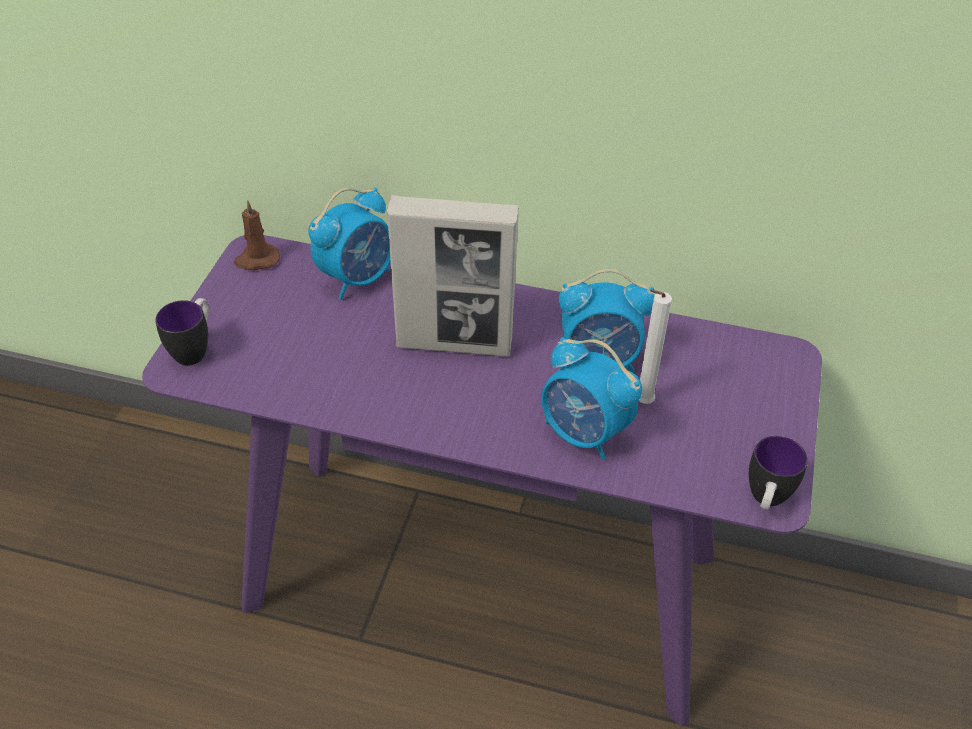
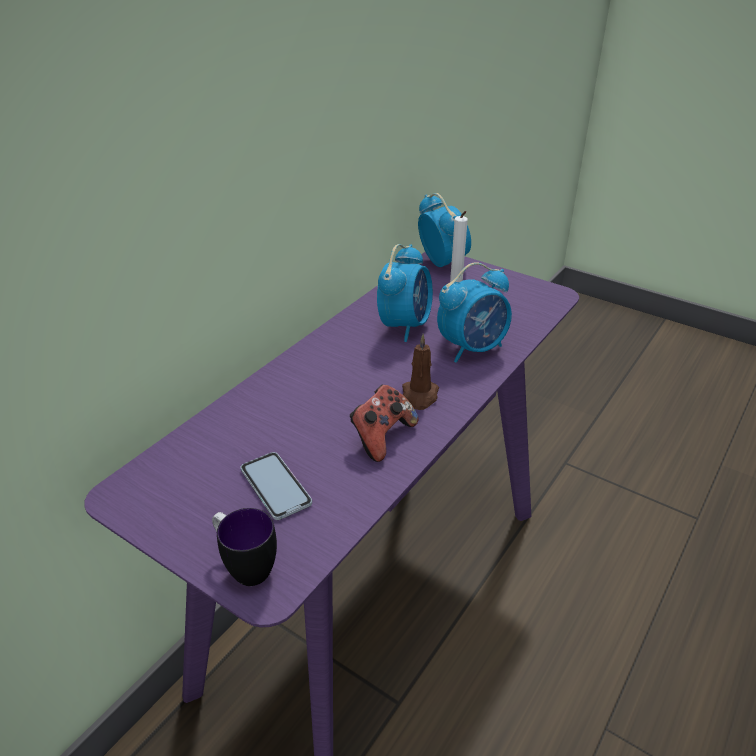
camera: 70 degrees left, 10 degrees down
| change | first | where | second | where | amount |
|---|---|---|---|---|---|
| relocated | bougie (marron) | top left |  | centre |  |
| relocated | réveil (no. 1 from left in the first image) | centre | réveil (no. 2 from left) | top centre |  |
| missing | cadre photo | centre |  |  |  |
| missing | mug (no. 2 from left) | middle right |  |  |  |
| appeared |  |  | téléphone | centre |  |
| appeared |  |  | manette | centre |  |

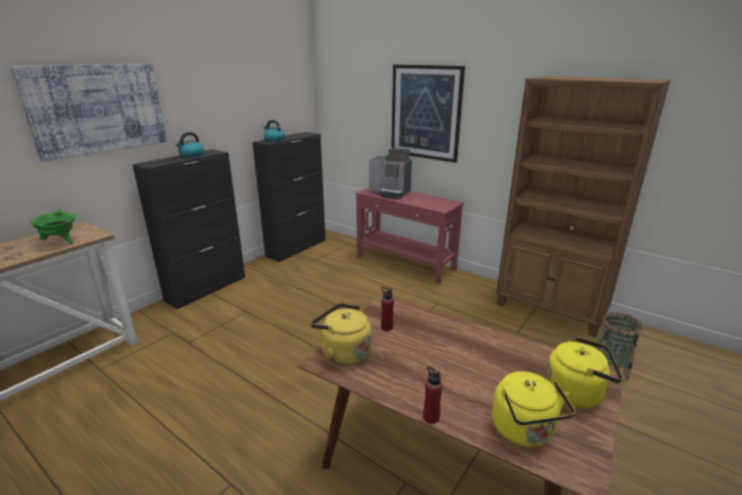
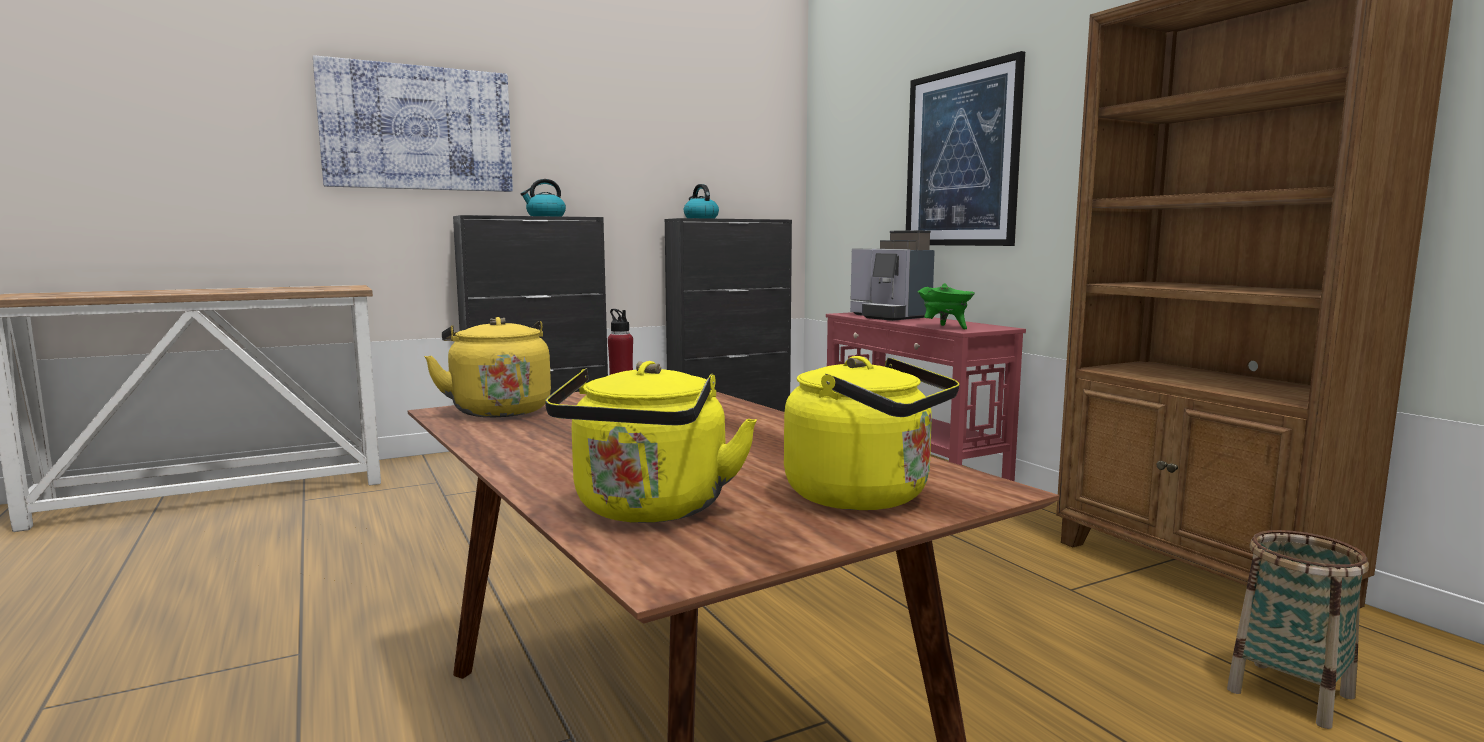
camera: 25 degrees right, 15 degrees down
| change | first | where | second | where | amount |
|---|---|---|---|---|---|
| relocated | marmite (vert) | middle left |  | centre |  |
| missing | bouteille (rouge) (no. 2 from left) | bottom centre |  |  |  |

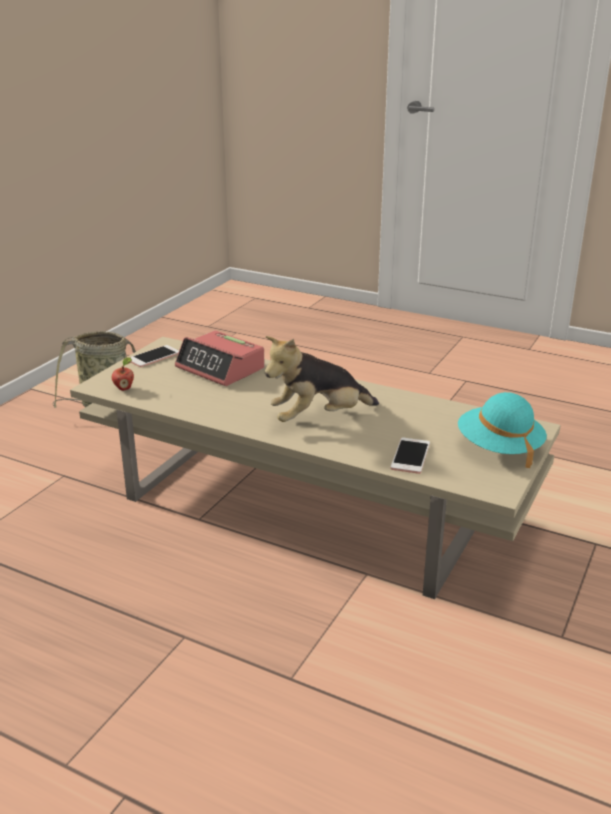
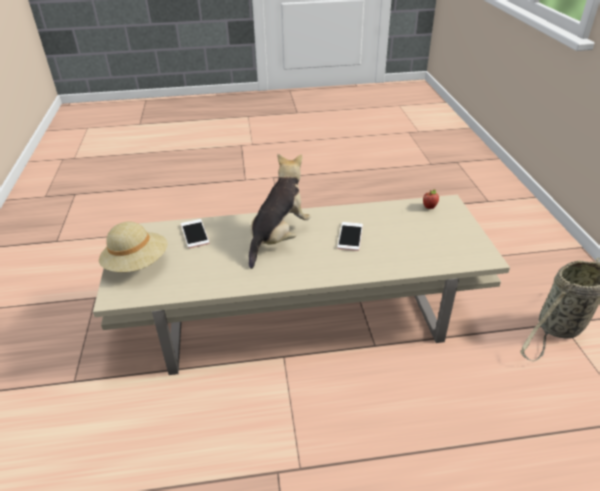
camera: 145 degrees right, 10 degrees up
| change | first | where | second | where | amount |
|---|---|---|---|---|---|
| relocated | téléphone (no. 1 from left in the first image) | middle left | téléphone (no. 2 from left) | centre |  |
| missing | réveil | centre |  |  |  |
| colour | chapeau (turquoise) | middle right | chapeau (beige) | middle left |  |

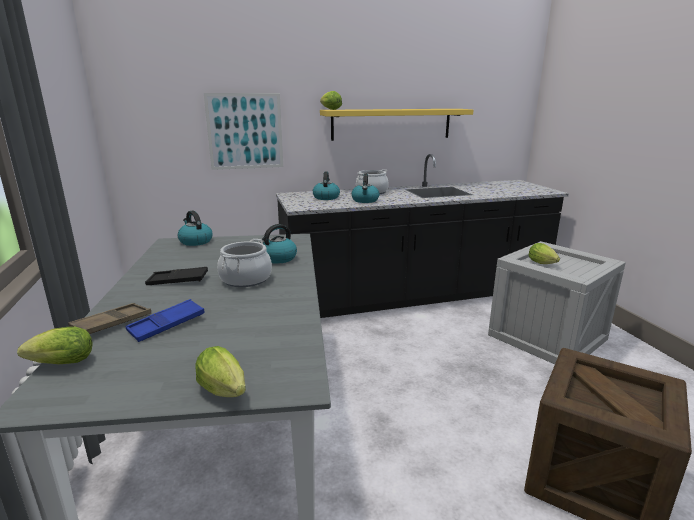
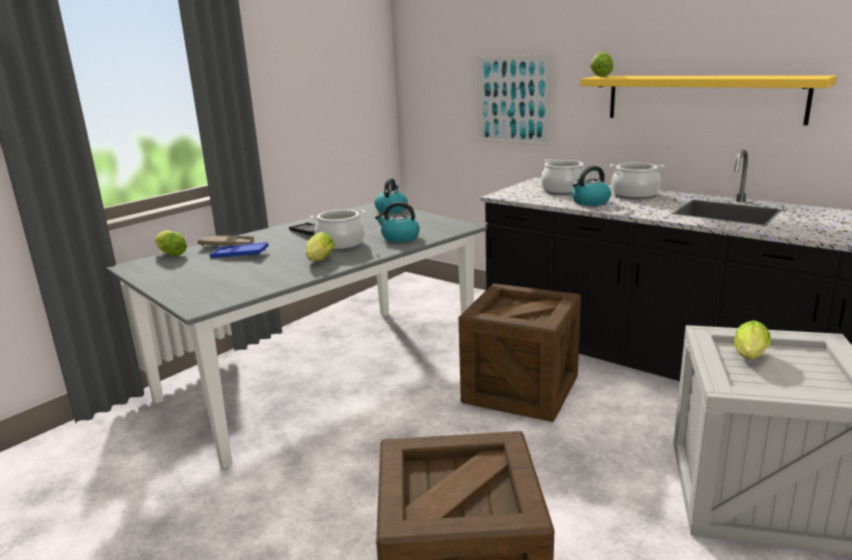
camera: 55 degrees right, 0 degrees up
| change | first | where | second | where | amount |
|---|---|---|---|---|---|
| relocated | laitue (no. 2 from left) | bottom left |  | centre |  |
| exchanged | bouilloire (no. 3 from left) | centre | marmite (no. 2 from left) | top centre |  |
| appeared |  |  | caisse (no. 2 from left) | centre |  |

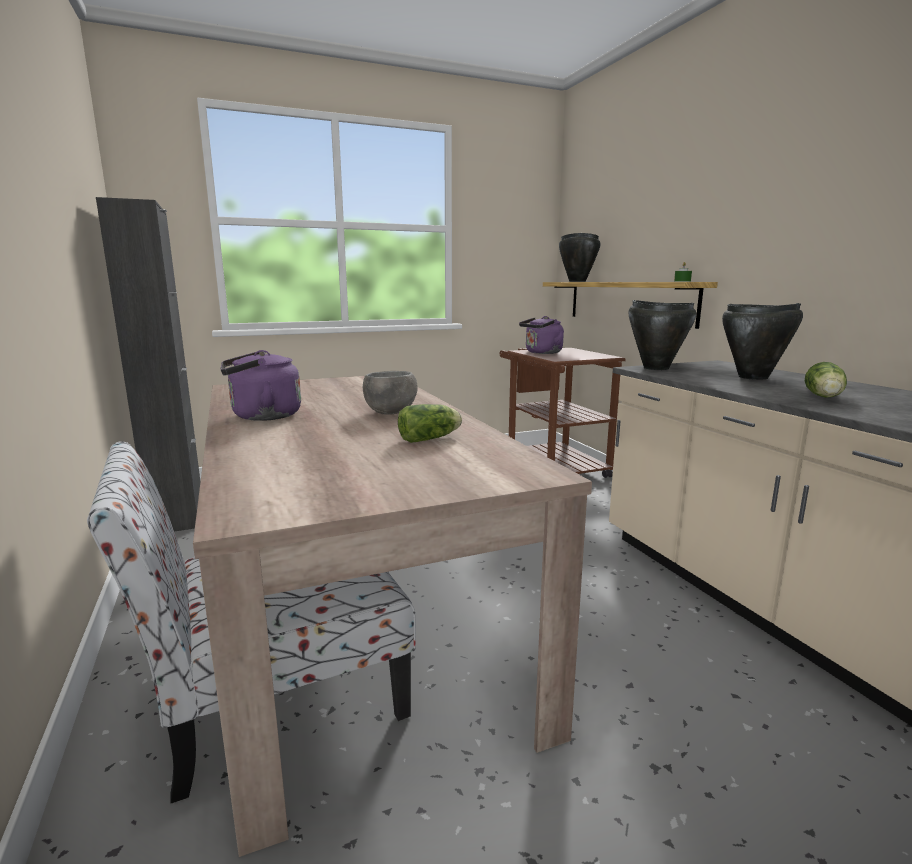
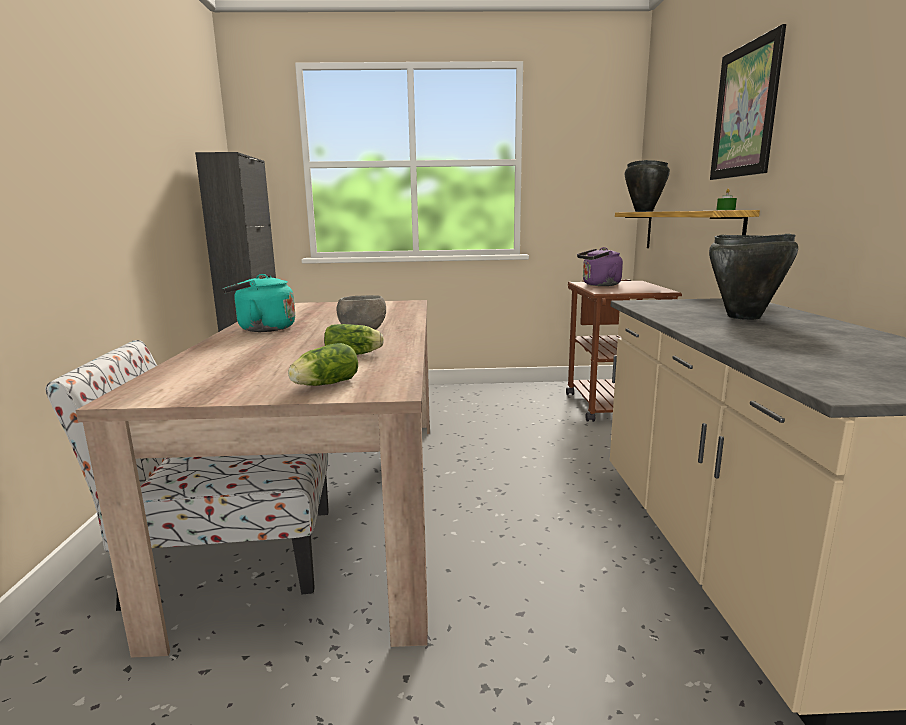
camera: 20 degrees right, 0 degrees up
| change | first | where | second | where | amount |
|---|---|---|---|---|---|
| colour | bouilloire (violet) (no. 1 from left) | middle left | bouilloire (turquoise) | middle left |  |
| missing | marmite (noir) (no. 2 from left) | middle right |  |  |  |
| relocated | laitue (no. 2 from left in the first image) | middle right | laitue (no. 1 from left) | centre |  |
| appeared |  |  | tableau | top right |  |

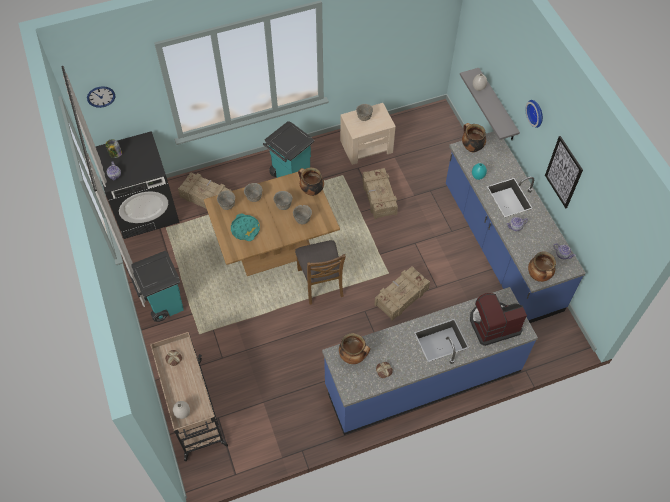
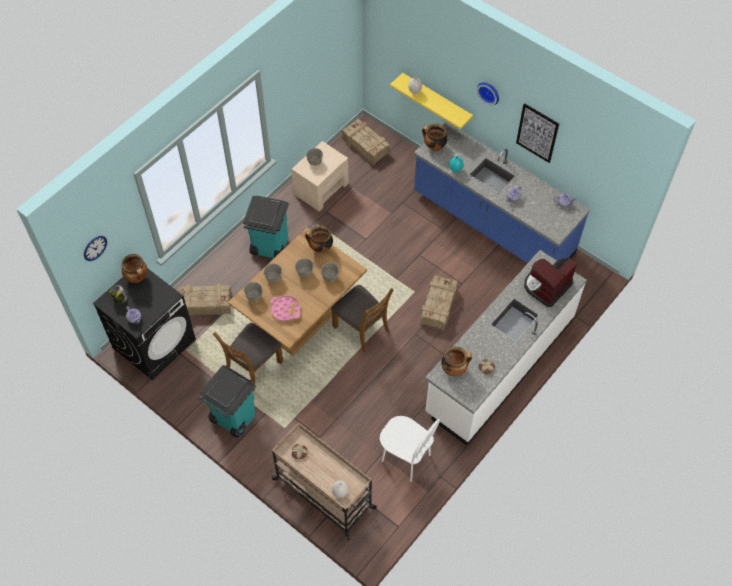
camera: 30 degrees left, 0 degrees up
| change | first | where | second | where | amount |
|---|---|---|---|---|---|
| colour | plateau (turquoise) | centre | plateau (rose) | centre |  |
| colour | comptoir de cuisine (bleu) (no. 1 from left) | bottom centre | comptoir de cuisine (blanc) | middle right |  |
| relocated | caisse (no. 2 from left) | centre |  | top centre |  |
| colour | étagère (gris) | top right | étagère (jaune) | top centre |  |
| relocated | marmite (no. 4 from left in the first image) | middle right | marmite (no. 1 from left) | middle left |  |
| appeared |  |  | chaise (marron) (no. 1 from left) | centre |  |
| appeared |  |  | chaise (blanc) | bottom centre |  |

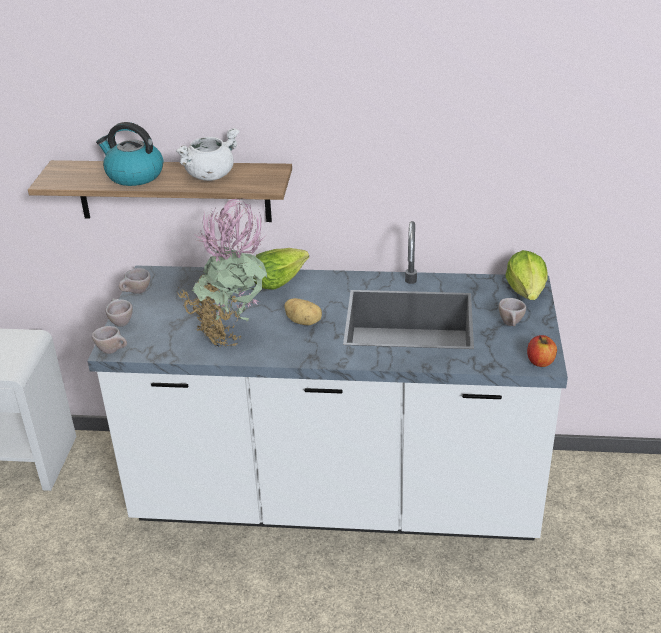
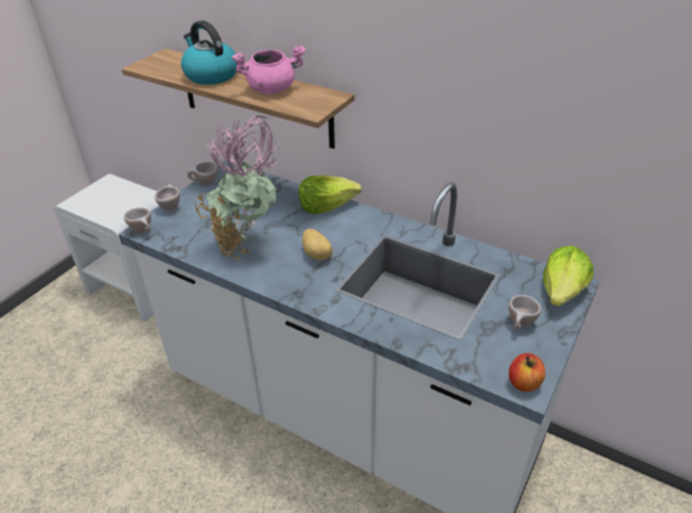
camera: 25 degrees right, 5 degrees up
| change | first | where | second | where | amount |
|---|---|---|---|---|---|
| colour | marmite (blanc) | top left | marmite (rose) | top centre |  |

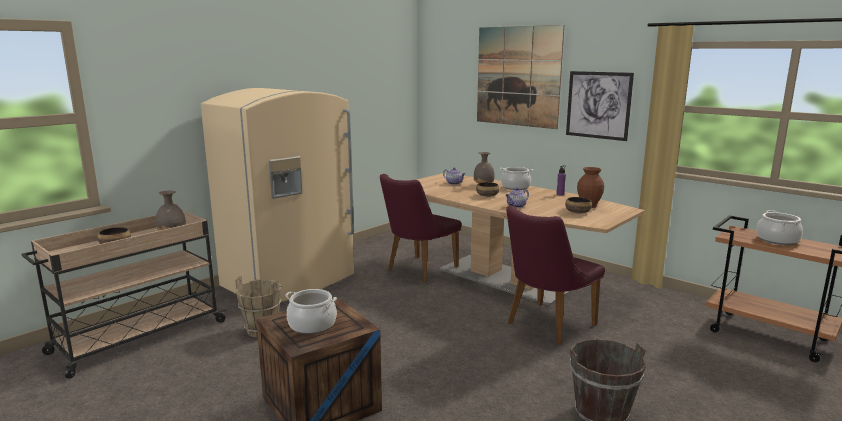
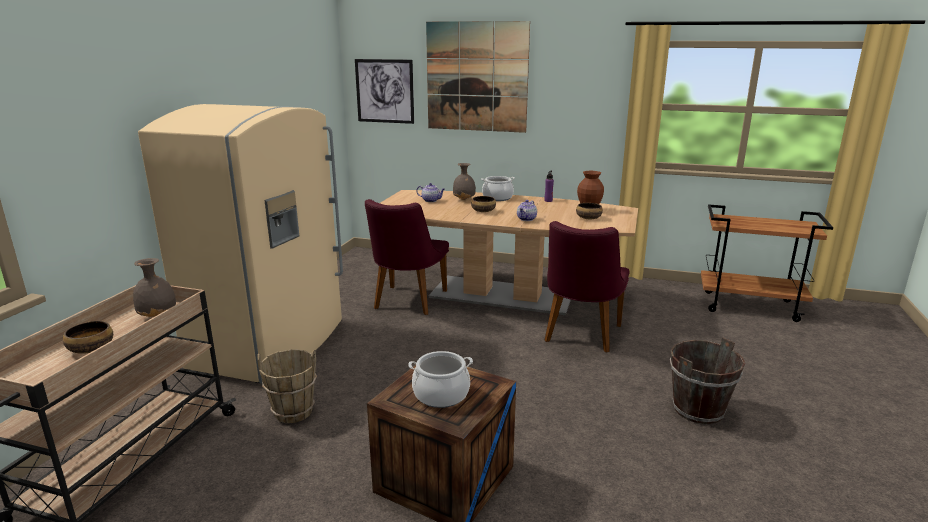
camera: 25 degrees left, 5 degrees up
| change | first | where | second | where | amount |
|---|---|---|---|---|---|
| relocated | tableau (no. 2 from left in the first image) | top right | tableau (no. 1 from left) | top centre |  |
| missing | marmite (no. 3 from left) | middle right |  |  |  |

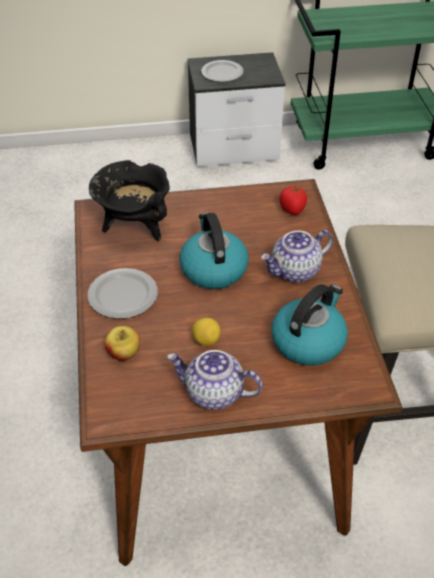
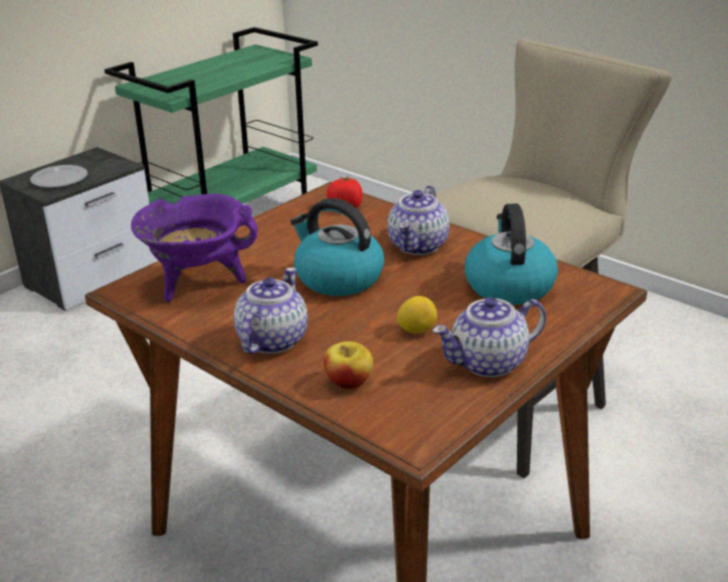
camera: 40 degrees left, 15 degrees down
| change | first | where | second | where | amount |
|---|---|---|---|---|---|
| exchanged | assiette (no. 1 from left) | middle left | théière (no. 1 from left) | centre |  |
| colour | marmite (noir) | middle left | marmite (violet) | middle left |  |

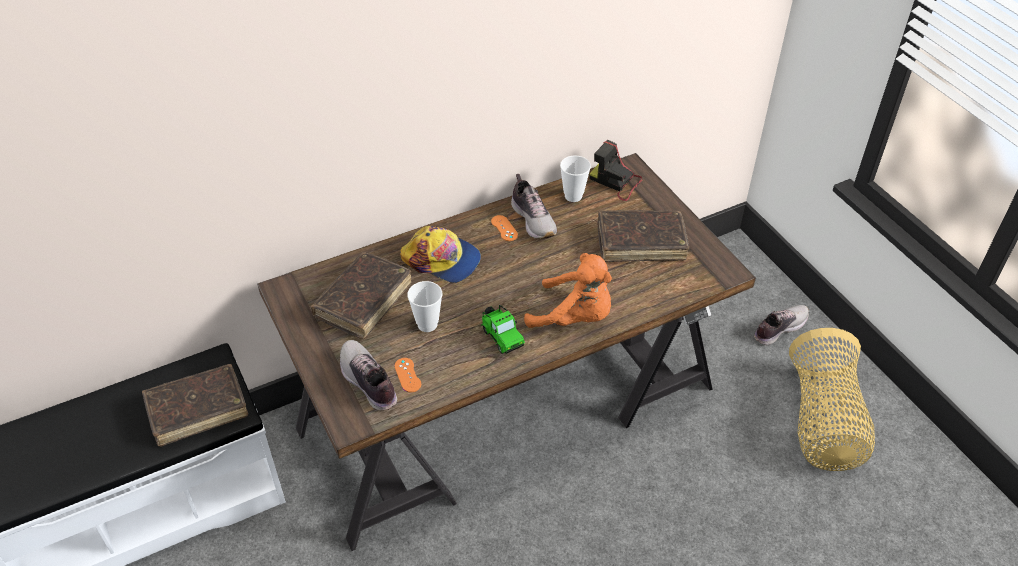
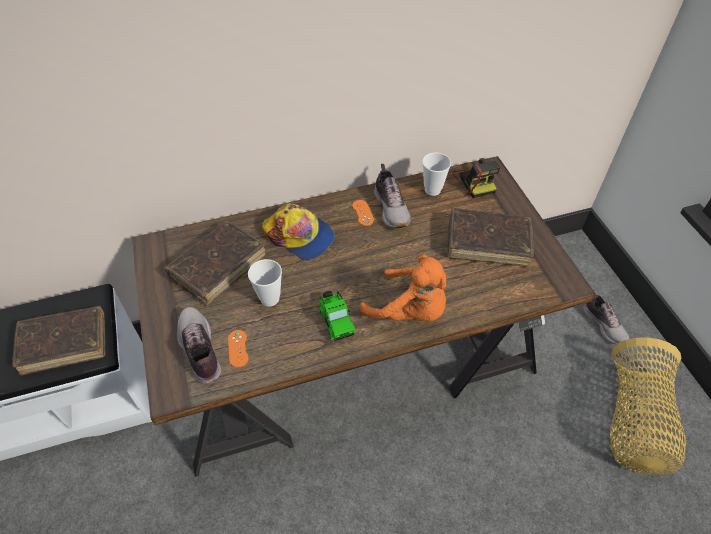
camera: 10 degrees right, 5 degrees up
| change | first | where | second | where | amount |
|---|---|---|---|---|---|
| spun | appareil photo | top centre |  | middle right | 150 degrees counterclockwise |
| spun | chaussure (no. 3 from left) | middle right |  | middle right | 90 degrees clockwise |

